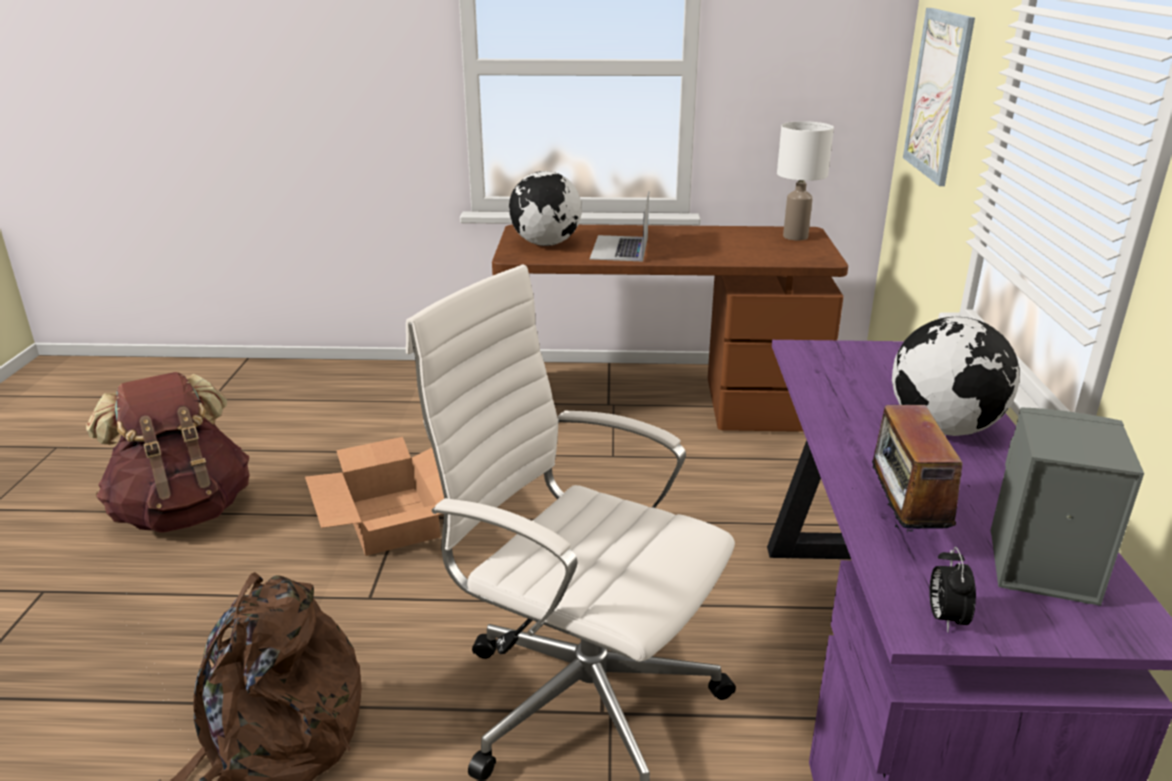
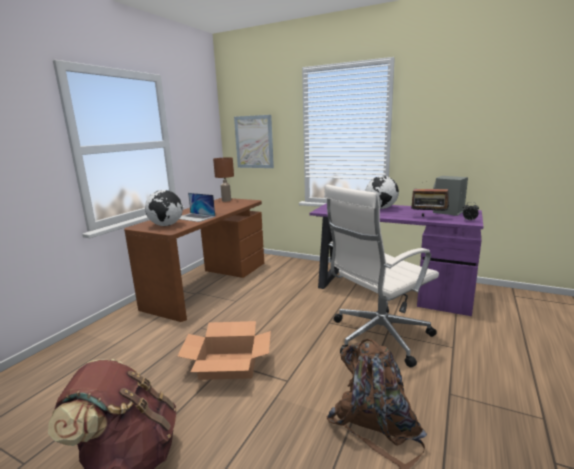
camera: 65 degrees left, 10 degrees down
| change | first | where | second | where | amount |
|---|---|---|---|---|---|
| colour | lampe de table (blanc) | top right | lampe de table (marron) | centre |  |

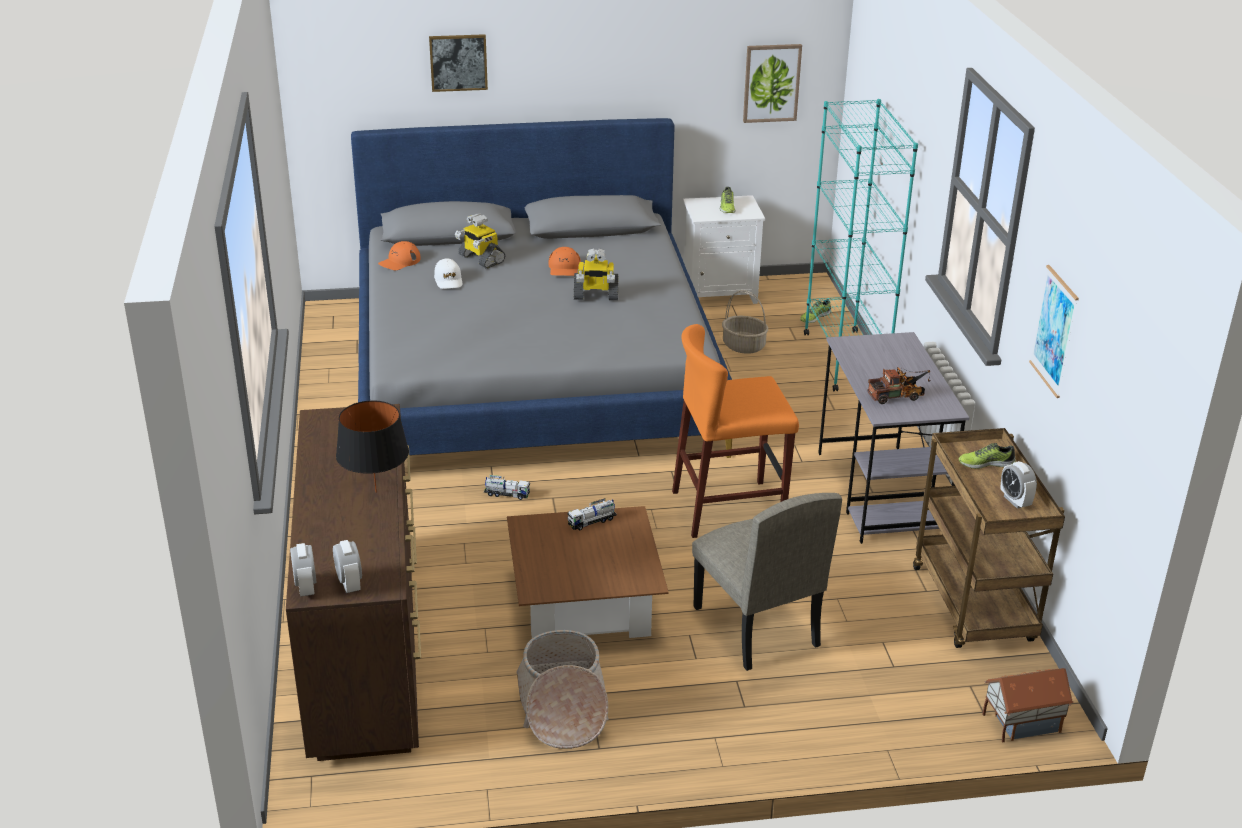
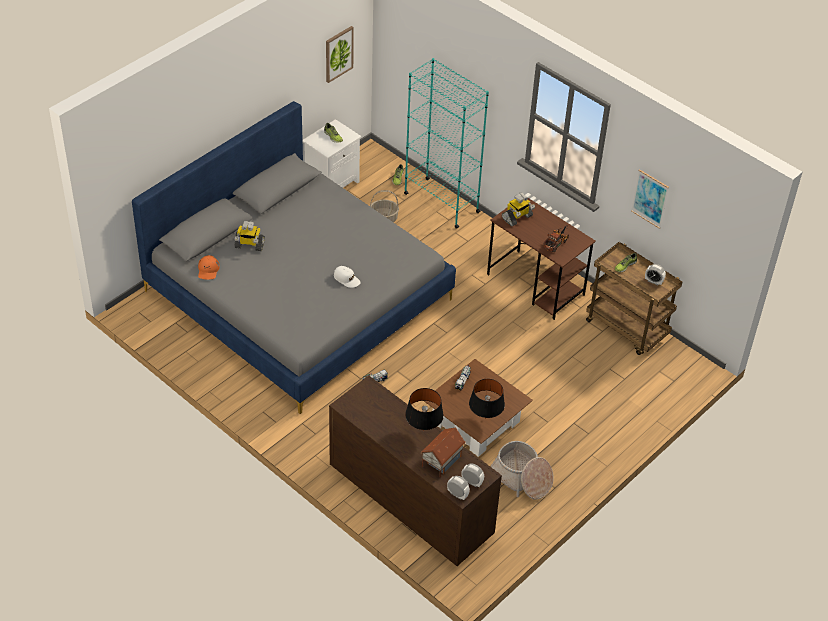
camera: 40 degrees left, 15 degrees up
| change | first | where | second | where | amount |
|---|---|---|---|---|---|
| missing | tableau (no. 1 from left) | top centre |  |  |  |
| relocated | casquette (blanc) | top centre |  | centre |  |
| missing | casquette (orange) (no. 2 from left) | top centre |  |  |  |
| relocated | robot jouet (no. 2 from left) | top centre |  | centre |  |
| missing | tabouret (orange) | centre |  |  |  |
| missing | chaise (beige) | bottom centre |  |  |  |
| colour | bureau (gris) | middle right | bureau (marron) | centre |  |
| relocated | maison miniature | bottom right |  | bottom centre |  |
| appeared |  |  | lampe de table (noir) (no. 2 from left) | centre |  |

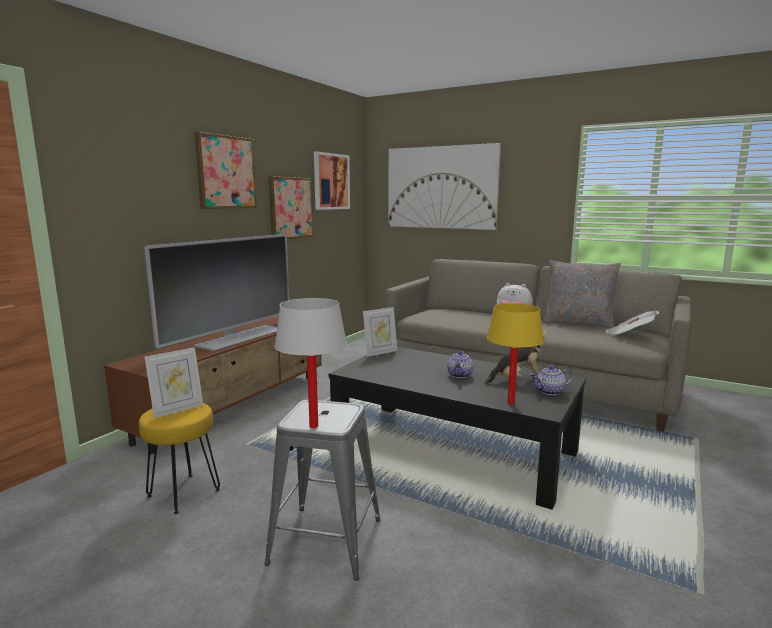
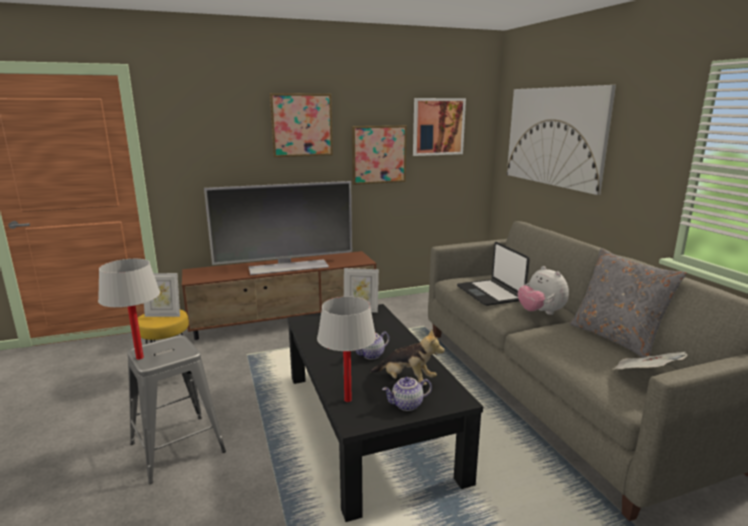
camera: 40 degrees right, 5 degrees up
| change | first | where | second | where | amount |
|---|---|---|---|---|---|
| colour | lampe de table (jaune) | middle right | lampe de table (blanc) (no. 2 from left) | centre |  |
| spun | théière (no. 2 from left) | middle right |  | bottom centre | 45 degrees counterclockwise |
| appeared |  |  | ordinateur portable | centre |  |

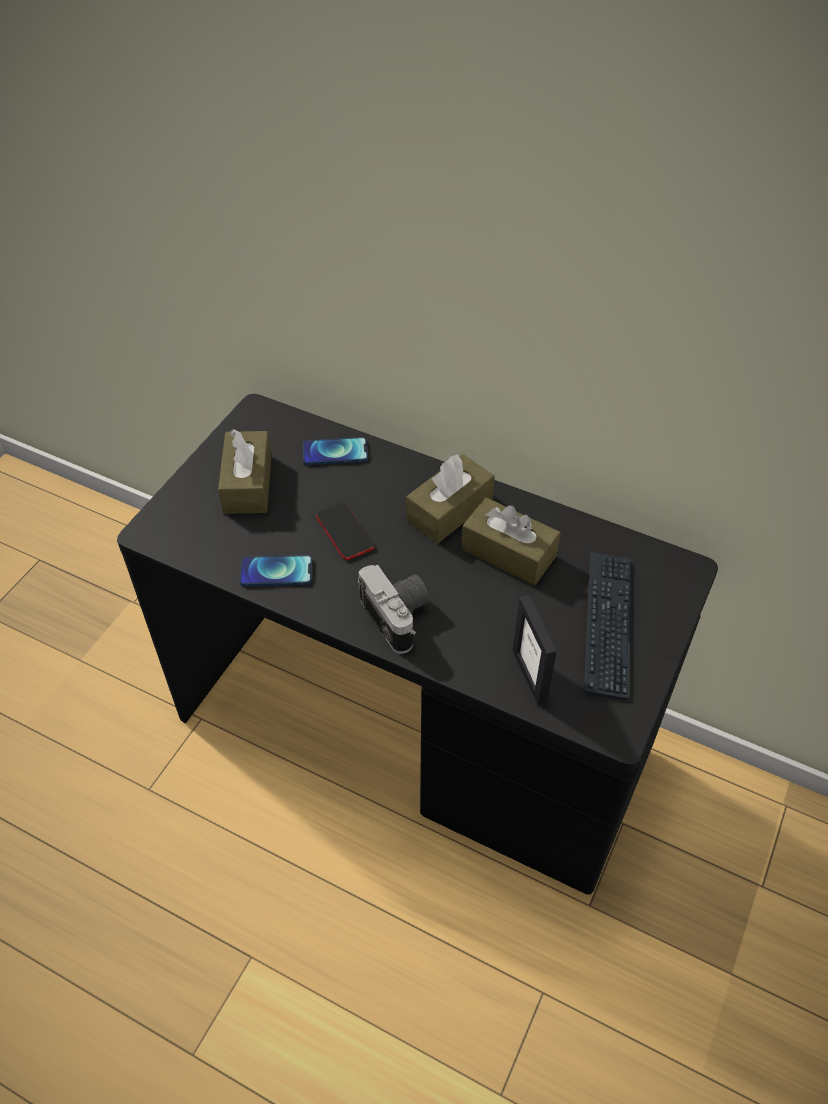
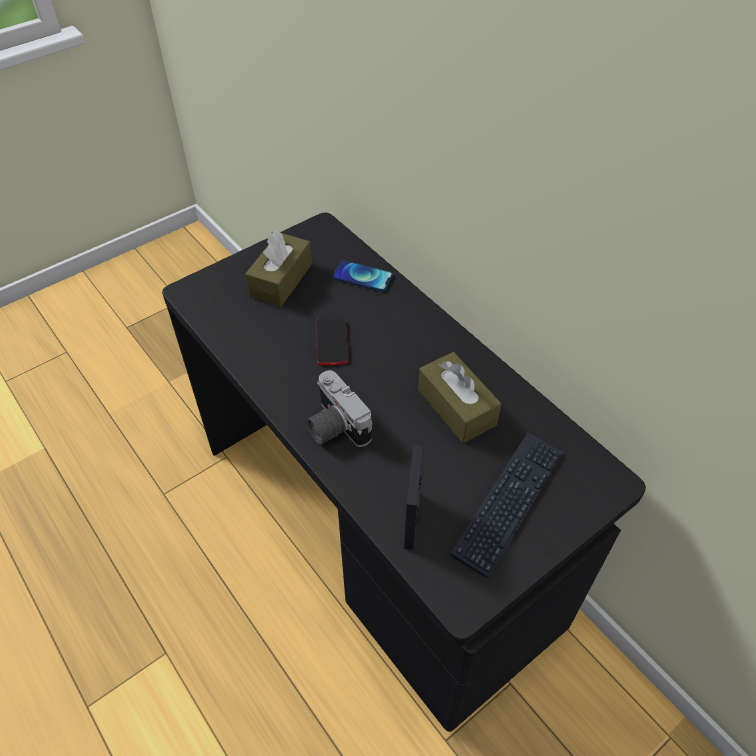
camera: 25 degrees right, 0 degrees up
| change | first | where | second | where | amount |
|---|---|---|---|---|---|
| missing | téléphone (no. 1 from left) | centre |  |  |  |
| spun | appareil photo | centre |  | centre | 150 degrees clockwise |
| missing | boîte à mouchoirs (marron) (no. 2 from left) | centre |  |  |  |

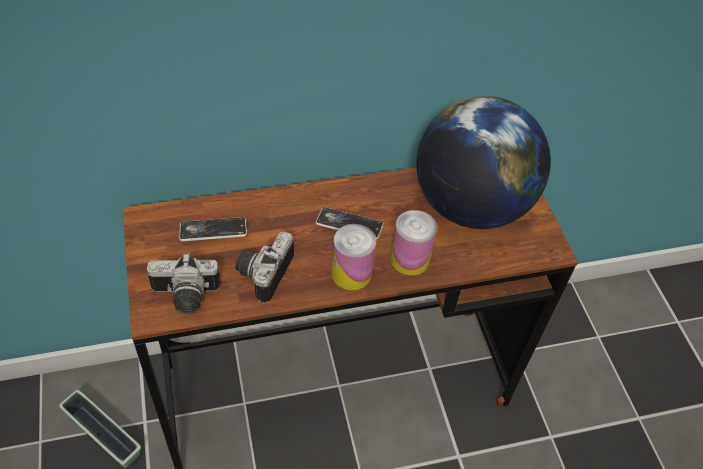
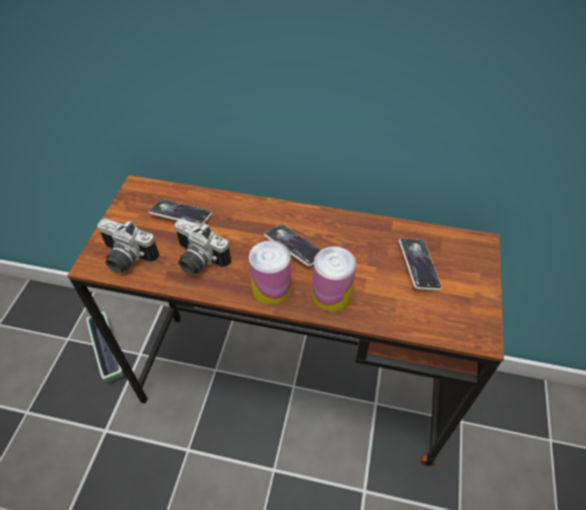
camera: 30 degrees right, 0 degrees up
| change | first | where | second | where | amount |
|---|---|---|---|---|---|
| spun | appareil photo (no. 2 from left) | centre |  | centre | 105 degrees counterclockwise |
| exchanged | globe | middle right | téléphone (no. 3 from left) | middle right |  |

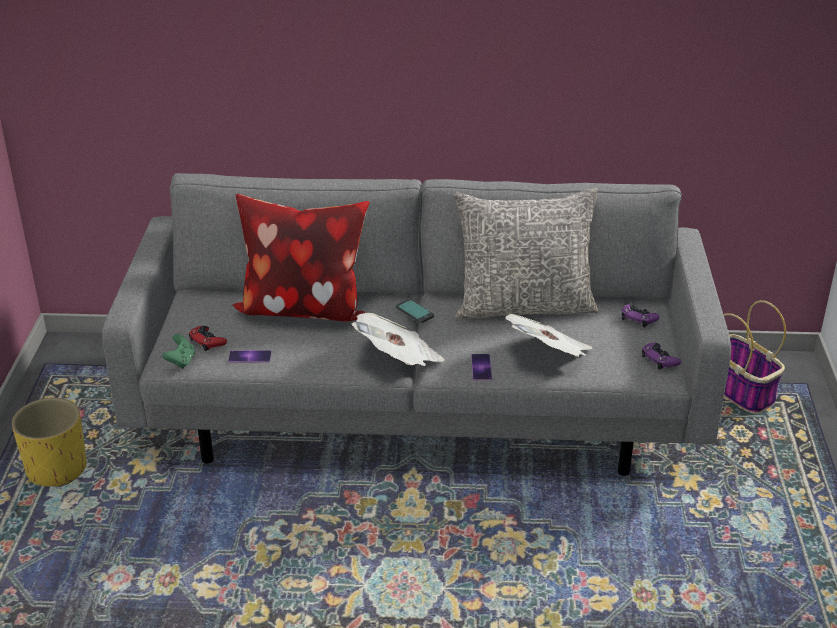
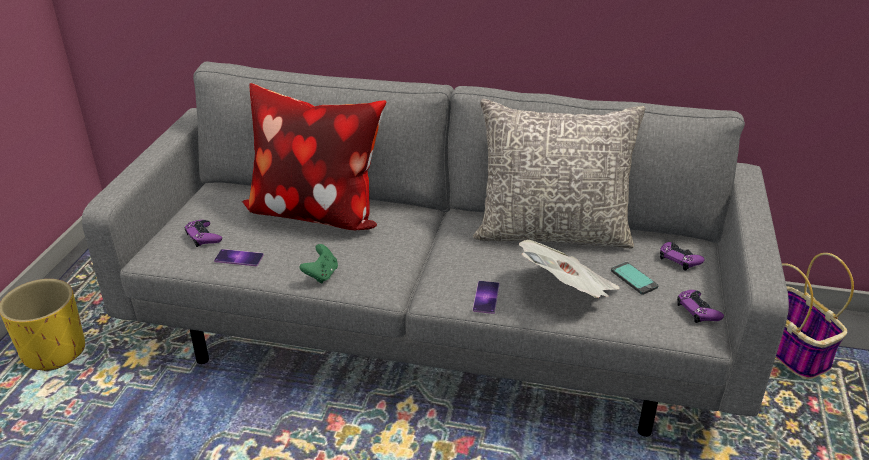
camera: 10 degrees right, 0 degrees up
| change | first | where | second | where | amount |
|---|---|---|---|---|---|
| relocated | manette (vert) | middle left |  | centre |  |
| colour | manette (rouge) | middle left | manette (violet) (no. 1 from left) | middle left |  |
| missing | journal (no. 1 from left) | centre |  |  |  |
| relocated | téléphone (no. 2 from left in the first image) | centre | téléphone (no. 3 from left) | middle right |  |

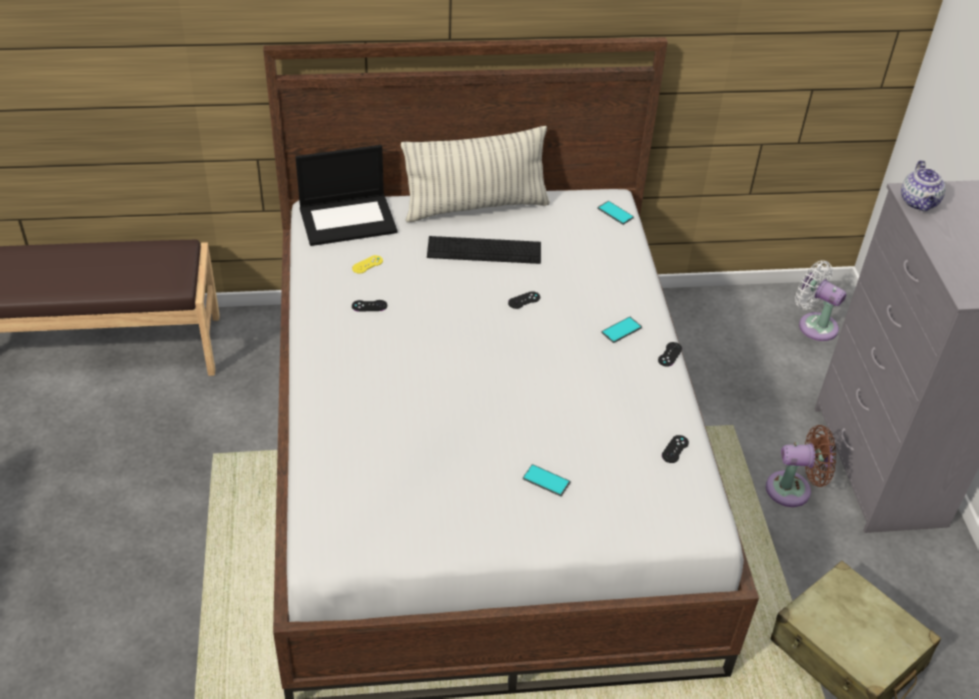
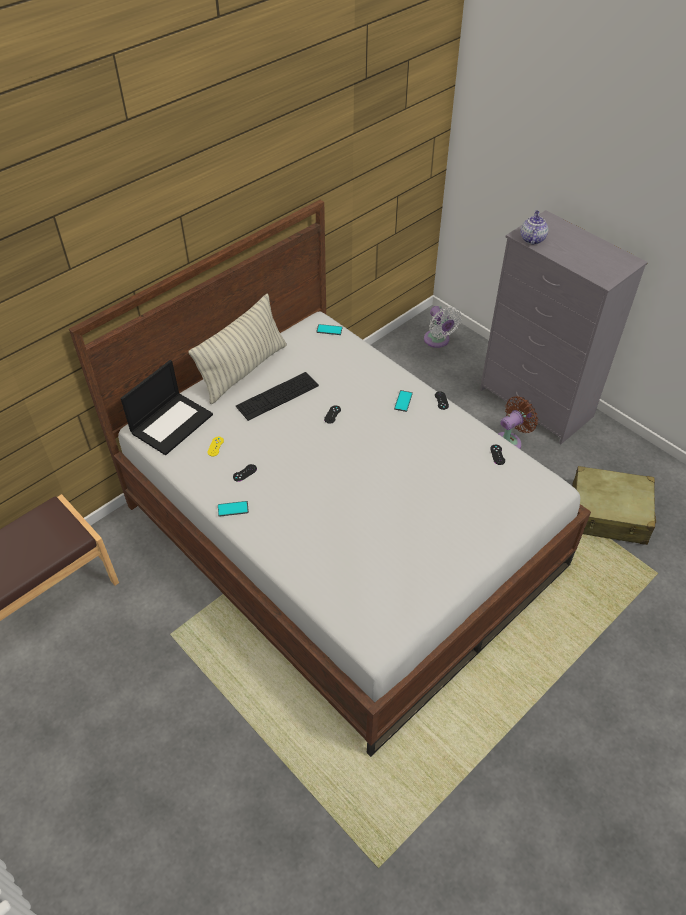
camera: 35 degrees left, 5 degrees up
| change | first | where | second | where | amount |
|---|---|---|---|---|---|
| relocated | téléphone (no. 1 from left) | bottom centre |  | centre |  |
| spun | ventilateur (blanc) | middle right |  | centre | 120 degrees counterclockwise |
| spun | théière | top right |  | top right | 135 degrees counterclockwise |

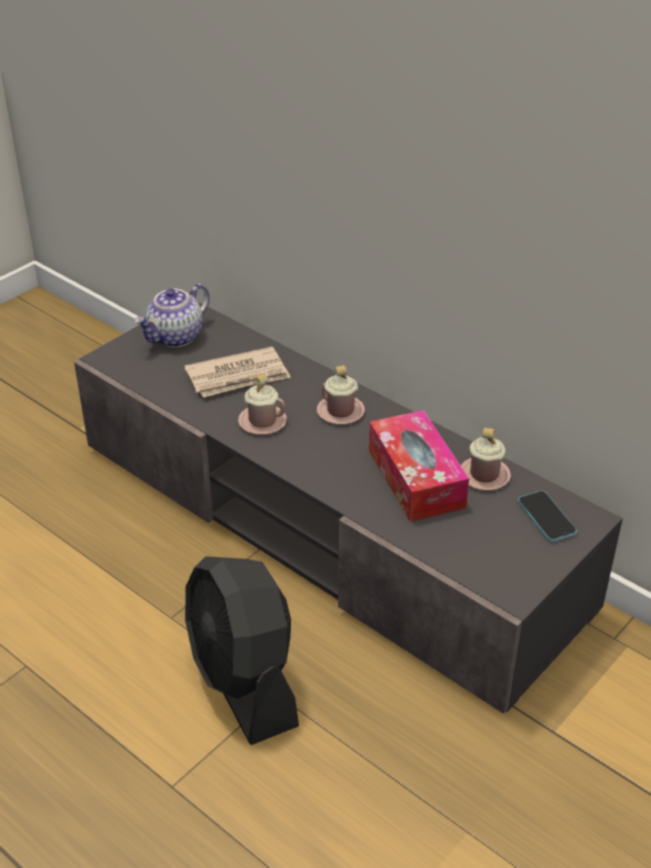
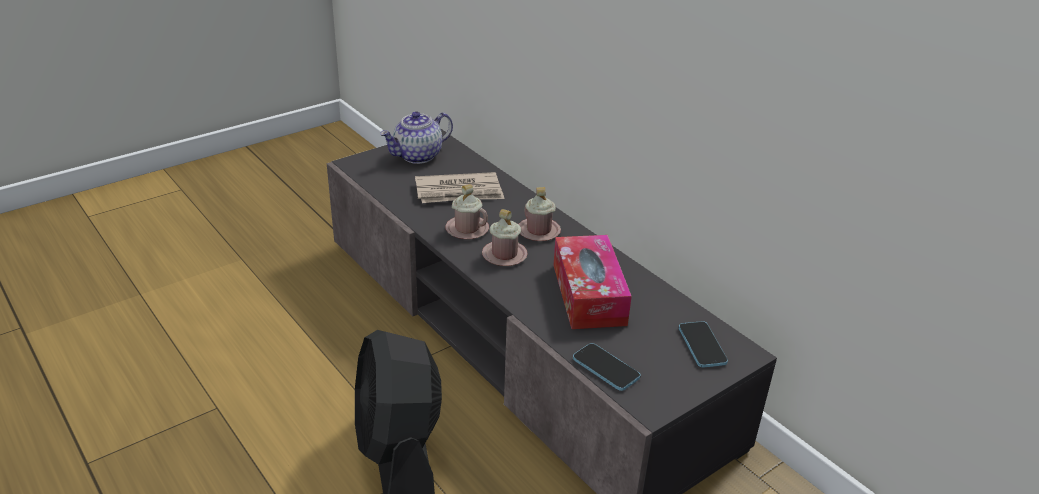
camera: 10 degrees right, 5 degrees down
| change | first | where | second | where | amount |
|---|---|---|---|---|---|
| relocated | mug (rose) (no. 3 from left in the first image) | middle right | mug (rose) (no. 2 from left) | centre |  |
| appeared |  |  | téléphone (no. 1 from left) | bottom centre |  |

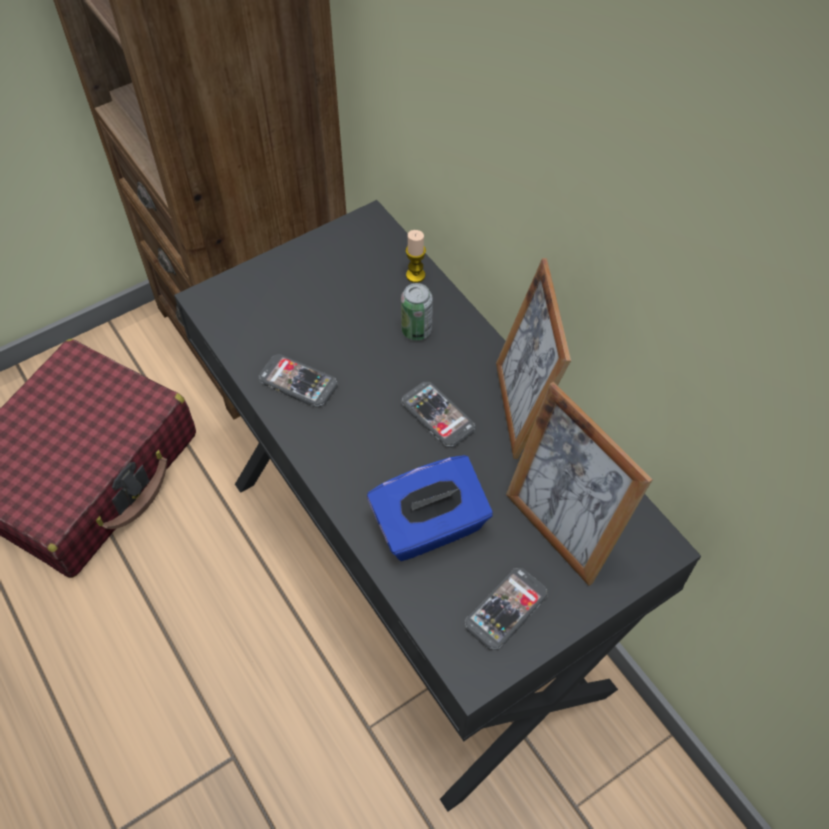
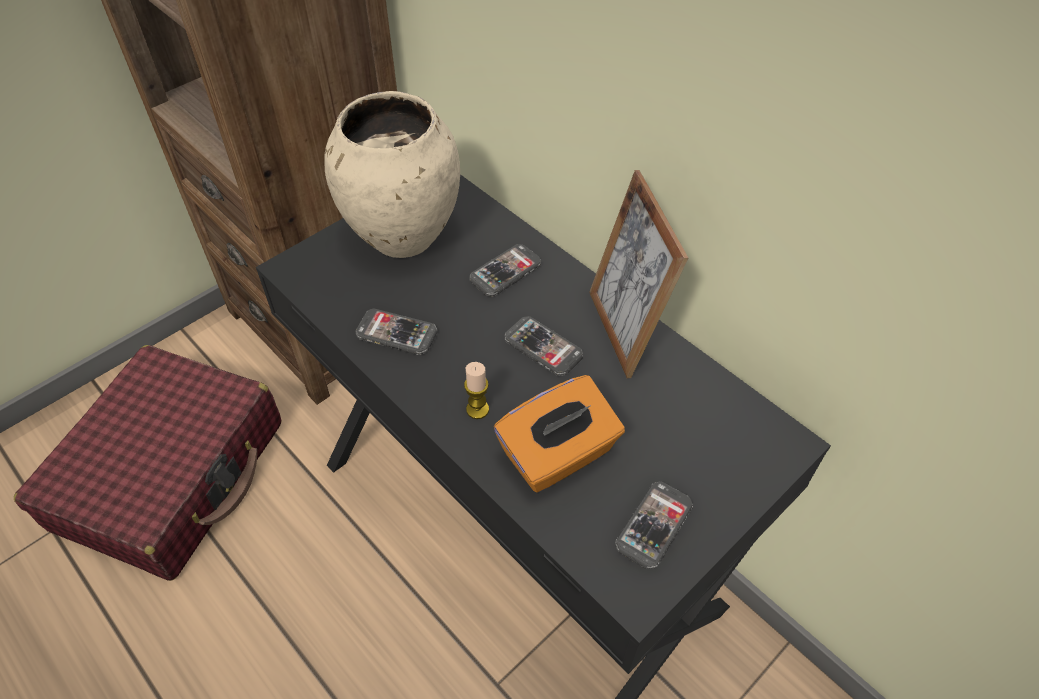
camera: 10 degrees left, 5 degrees down
| change | first | where | second | where | amount |
|---|---|---|---|---|---|
| colour | boîte à mouchoirs (bleu) | centre | boîte à mouchoirs (orange) | centre |  |
| exchanged | boîte métallique | centre | téléphone (no. 2 from left) | centre |  |
| relocated | bougie | top centre |  | centre |  |
| missing | cadre photo (no. 2 from left) | middle right |  |  |  |
| appeared |  |  | vase (beige) | top centre |  |

